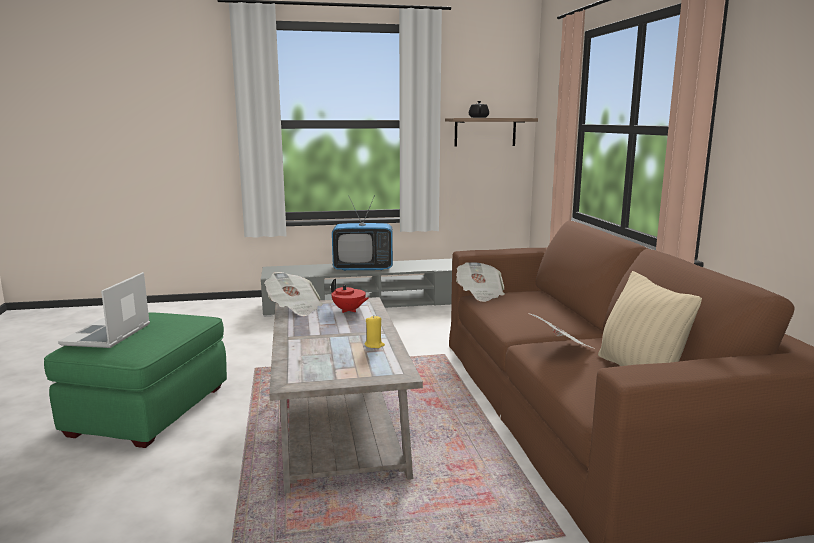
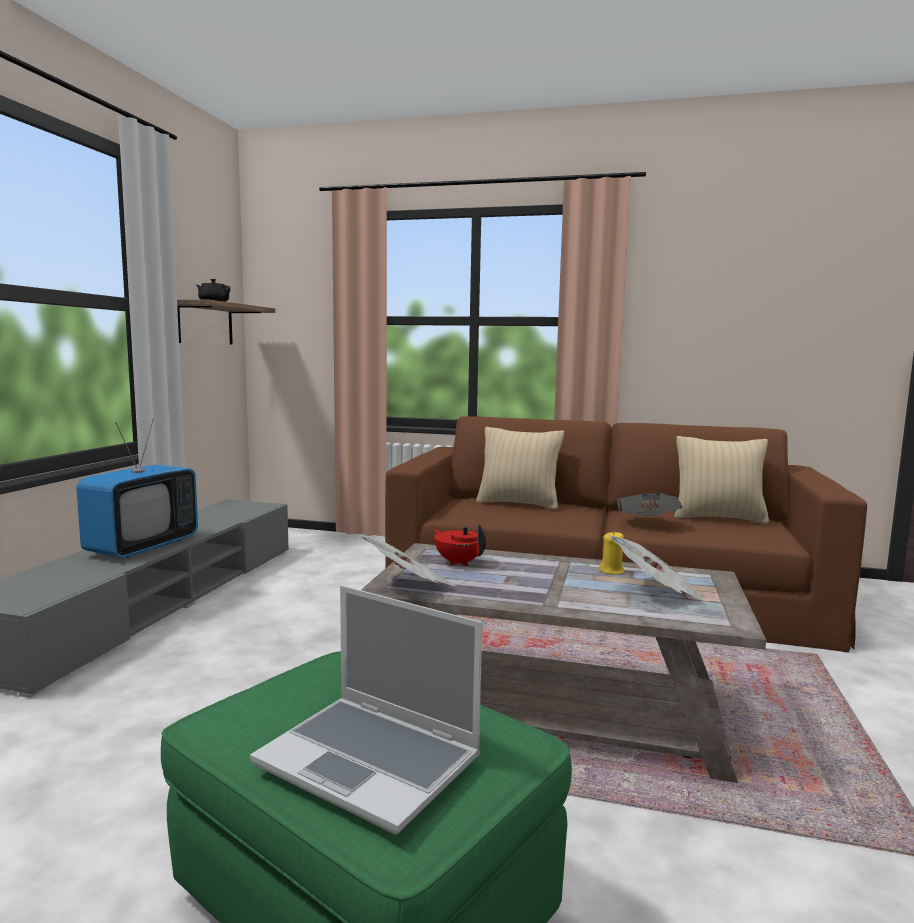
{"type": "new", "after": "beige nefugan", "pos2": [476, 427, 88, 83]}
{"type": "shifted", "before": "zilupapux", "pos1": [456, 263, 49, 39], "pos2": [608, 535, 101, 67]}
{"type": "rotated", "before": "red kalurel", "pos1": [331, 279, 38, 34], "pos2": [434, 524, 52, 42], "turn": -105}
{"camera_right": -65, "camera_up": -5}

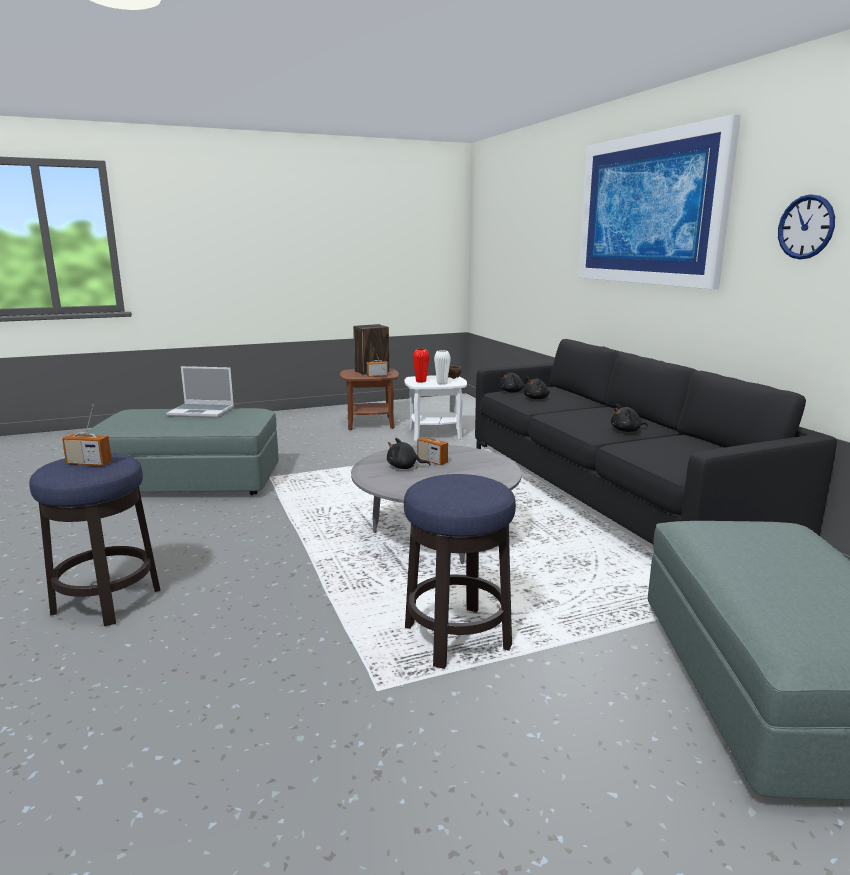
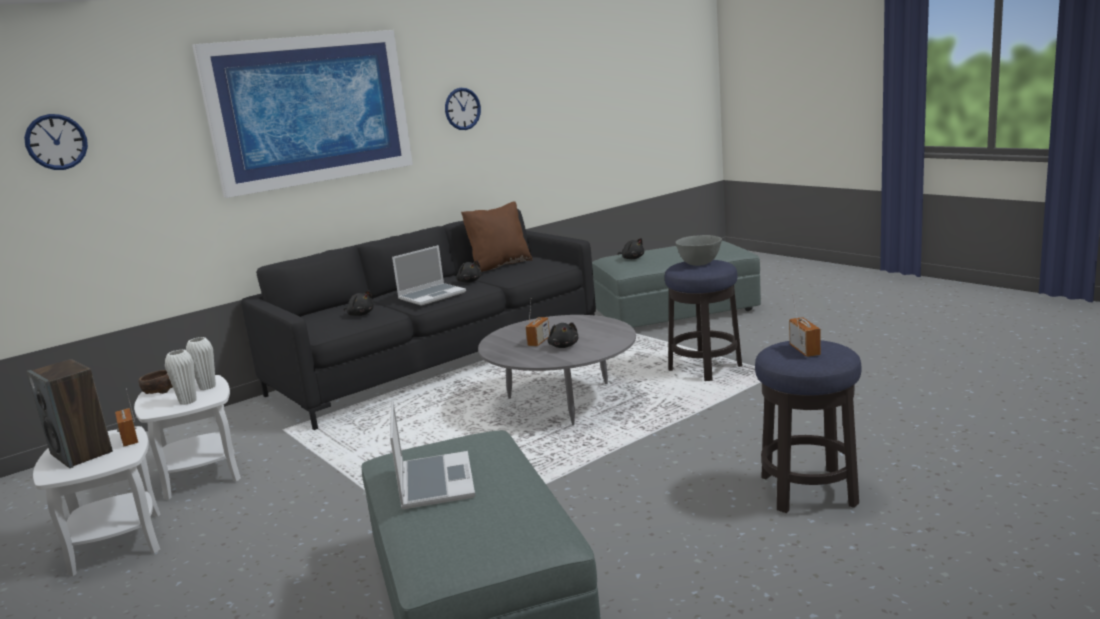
{"type": "new", "after": "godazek", "pos2": [24, 114, 64, 56]}
{"type": "new", "after": "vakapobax", "pos2": [392, 245, 74, 61]}
{"type": "new", "after": "brown nefugan", "pos2": [461, 201, 72, 71]}
{"type": "new", "after": "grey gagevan", "pos2": [675, 235, 47, 31]}
{"type": "shifted", "before": "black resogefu", "pos1": [500, 371, 25, 21], "pos2": [618, 238, 26, 21]}
{"type": "repainted", "before": "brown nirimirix", "after": "white nirimirix", "pos1": [340, 369, 59, 61], "pos2": [33, 426, 128, 151]}
{"type": "repainted", "before": "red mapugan", "after": "white mapugan", "pos1": [413, 349, 16, 34], "pos2": [165, 350, 32, 55]}
{"camera_right": -105, "camera_up": 0}

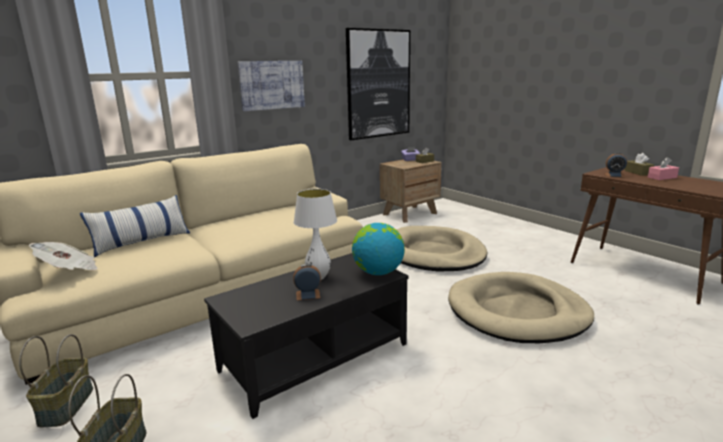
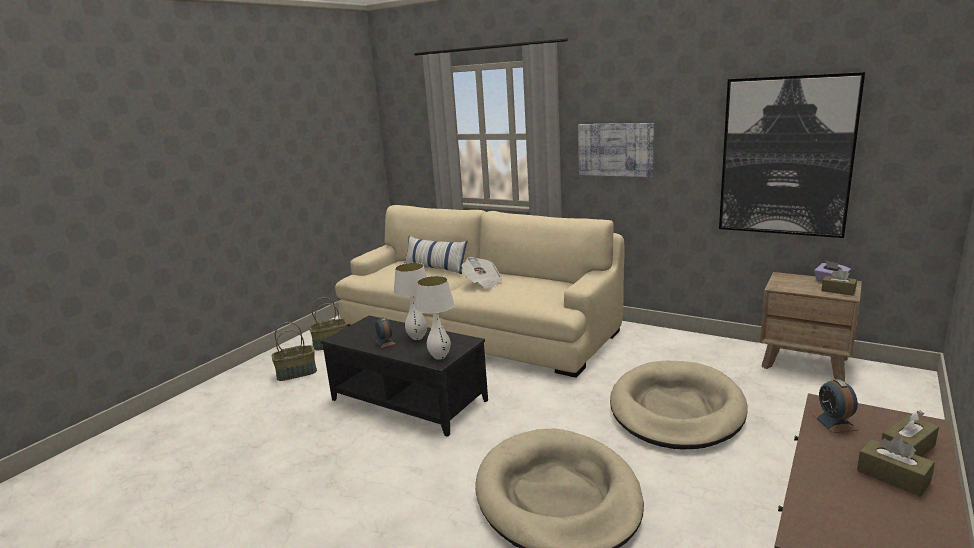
{"type": "shifted", "before": "zilupapux", "pos1": [29, 242, 68, 28], "pos2": [462, 257, 40, 32]}
{"type": "swapped", "before": "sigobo", "after": "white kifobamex", "pos1": [352, 223, 53, 52], "pos2": [415, 276, 40, 84]}
{"type": "repainted", "before": "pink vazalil", "after": "brown vazalil", "pos1": [648, 157, 31, 23], "pos2": [857, 436, 78, 60]}
{"camera_right": 70, "camera_up": 0}

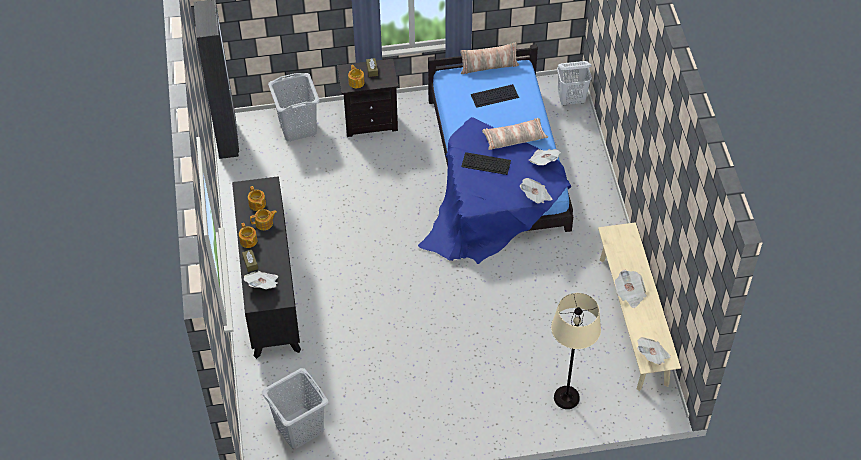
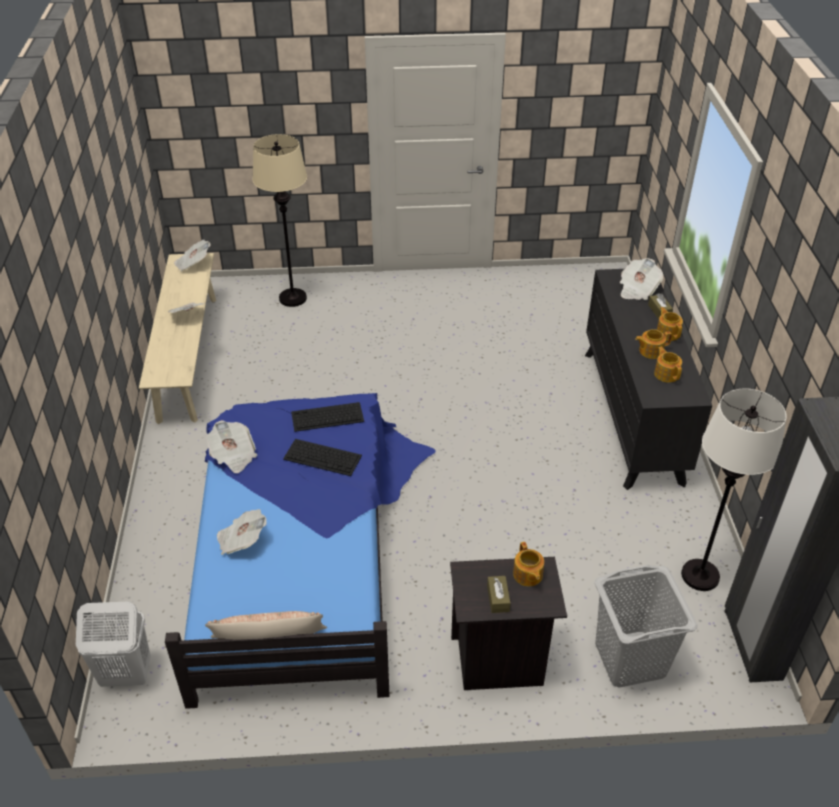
{"type": "gone", "before": "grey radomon", "pos1": [262, 368, 66, 81]}
{"type": "gone", "before": "nefugan", "pos1": [482, 118, 66, 32]}
{"type": "new", "after": "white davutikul", "pos2": [681, 389, 106, 202]}
{"type": "shifted", "before": "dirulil", "pos1": [471, 84, 48, 24], "pos2": [291, 402, 73, 30]}
{"type": "shifted", "before": "zilupapux", "pos1": [520, 178, 32, 26], "pos2": [217, 509, 50, 46]}
{"camera_right": -175, "camera_up": -10}

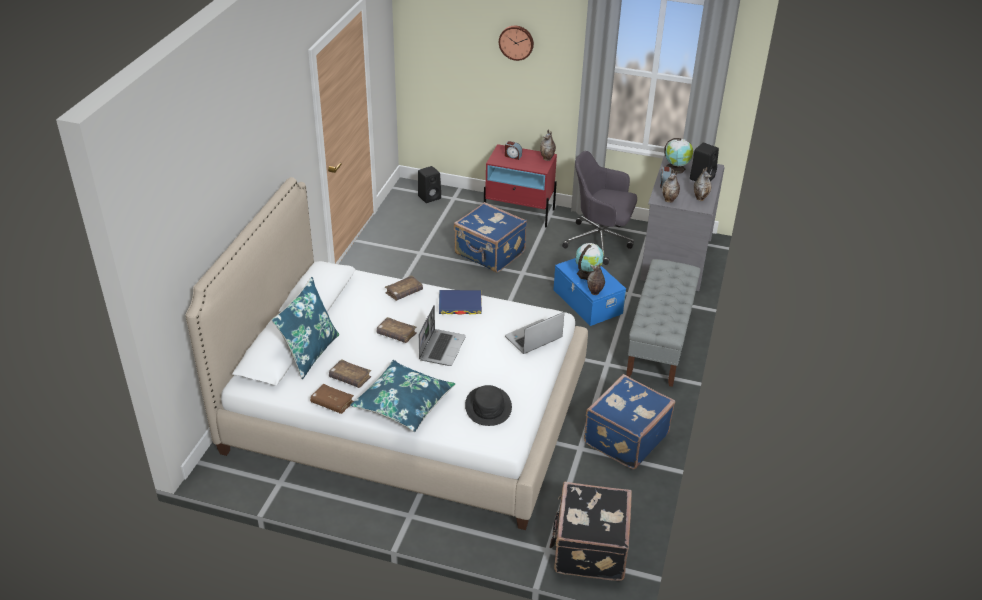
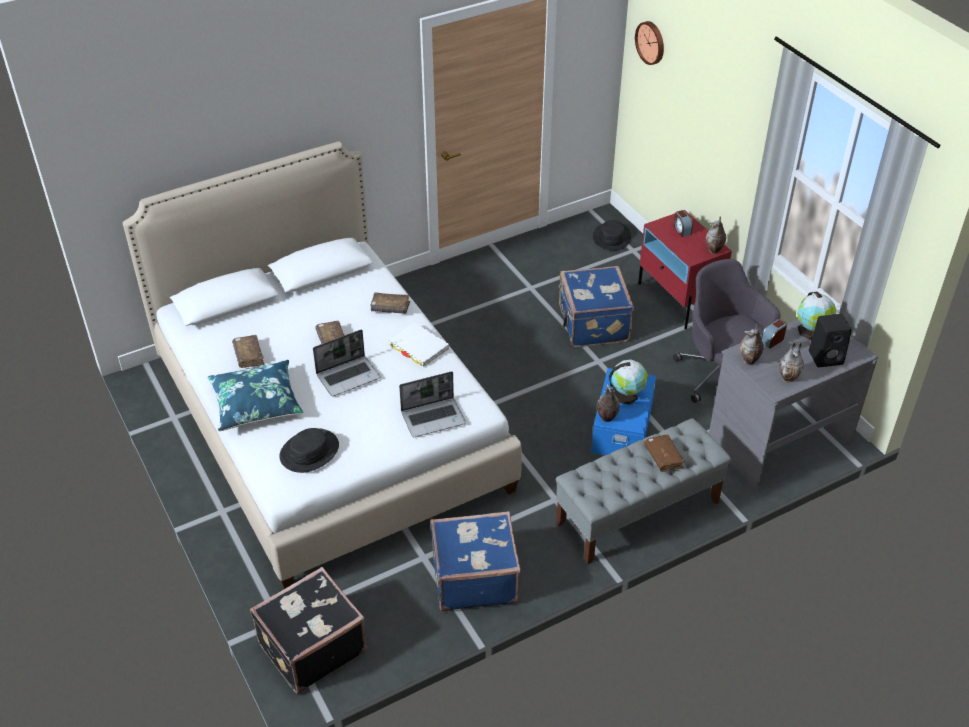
{"type": "gone", "before": "blue nefugan", "pos1": [272, 277, 67, 102]}
{"type": "shifted", "before": "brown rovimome", "pos1": [310, 384, 44, 30], "pos2": [644, 434, 41, 38]}
{"type": "shifted", "before": "godazek", "pos1": [499, 26, 35, 35], "pos2": [635, 21, 29, 44]}
{"type": "swapped", "before": "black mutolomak", "after": "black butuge", "pos1": [418, 166, 23, 37], "pos2": [593, 220, 38, 30]}
{"type": "repainted", "before": "blue rovimome", "after": "white rovimome", "pos1": [439, 290, 43, 25], "pos2": [389, 323, 60, 44]}
{"type": "rotated", "before": "vakapobax", "pos1": [505, 312, 59, 42], "pos2": [399, 371, 67, 66], "turn": 150}
{"camera_right": 45, "camera_up": 5}

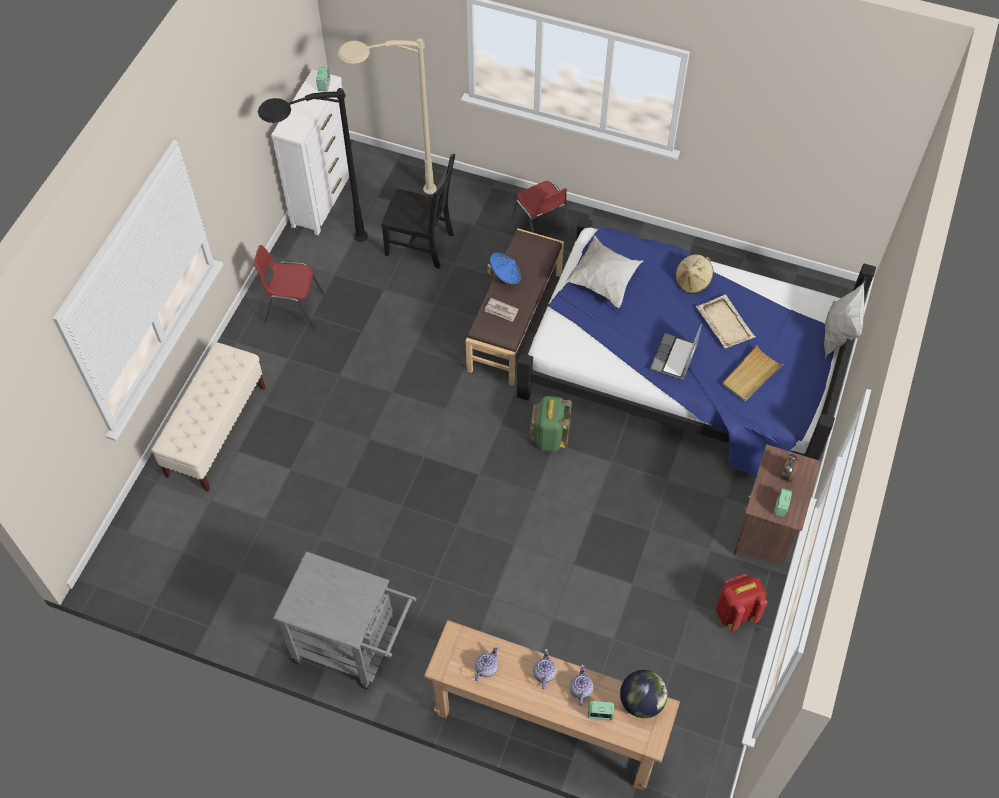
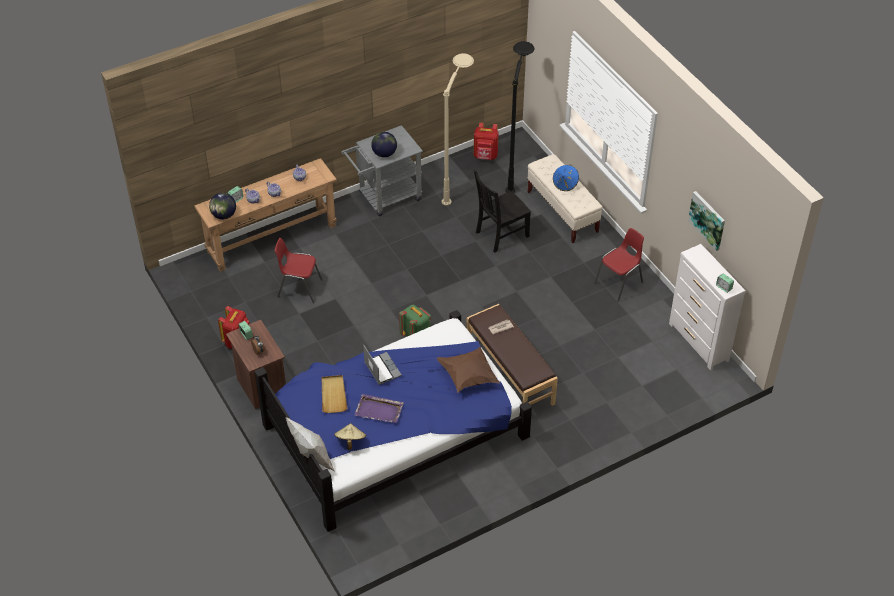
{"type": "new", "after": "sigobo", "pos2": [371, 132, 26, 26]}
{"type": "new", "after": "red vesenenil", "pos2": [474, 123, 25, 37]}
{"type": "new", "after": "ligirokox", "pos2": [688, 191, 37, 60]}
{"type": "shifted", "before": "black davutikul", "pos1": [258, 88, 110, 154], "pos2": [506, 41, 28, 152]}
{"type": "shifted", "before": "beige davutikul", "pos1": [338, 38, 99, 156], "pos2": [442, 53, 32, 153]}
{"type": "shifted", "before": "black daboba", "pos1": [381, 154, 74, 115], "pos2": [474, 170, 57, 83]}
{"type": "shifted", "before": "blue butuge", "pos1": [487, 252, 34, 33], "pos2": [553, 164, 26, 27]}
{"type": "shifted", "before": "red daboba", "pos1": [510, 181, 61, 59], "pos2": [275, 238, 47, 65]}
{"type": "shifted", "before": "beige butuge", "pos1": [675, 254, 38, 40], "pos2": [334, 423, 32, 27]}
{"type": "repainted", "before": "white nefugan", "after": "brown nefugan", "pos1": [565, 236, 78, 72], "pos2": [437, 347, 63, 46]}
{"type": "repainted", "before": "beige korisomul", "after": "purple korisomul", "pos1": [696, 294, 60, 55], "pos2": [354, 394, 50, 29]}
{"camera_right": 130, "camera_up": -10}

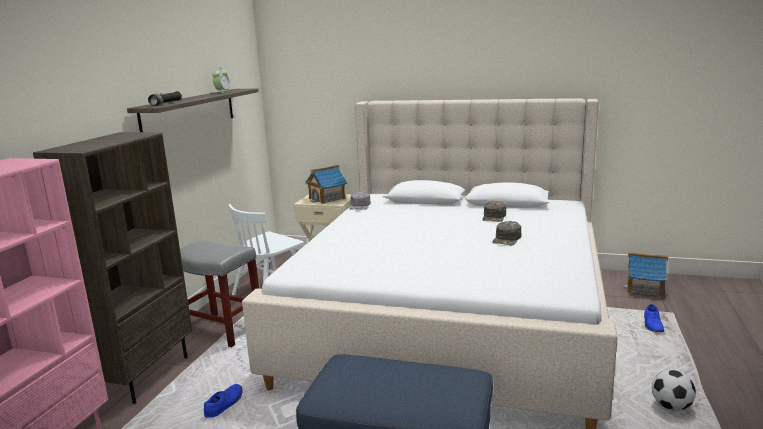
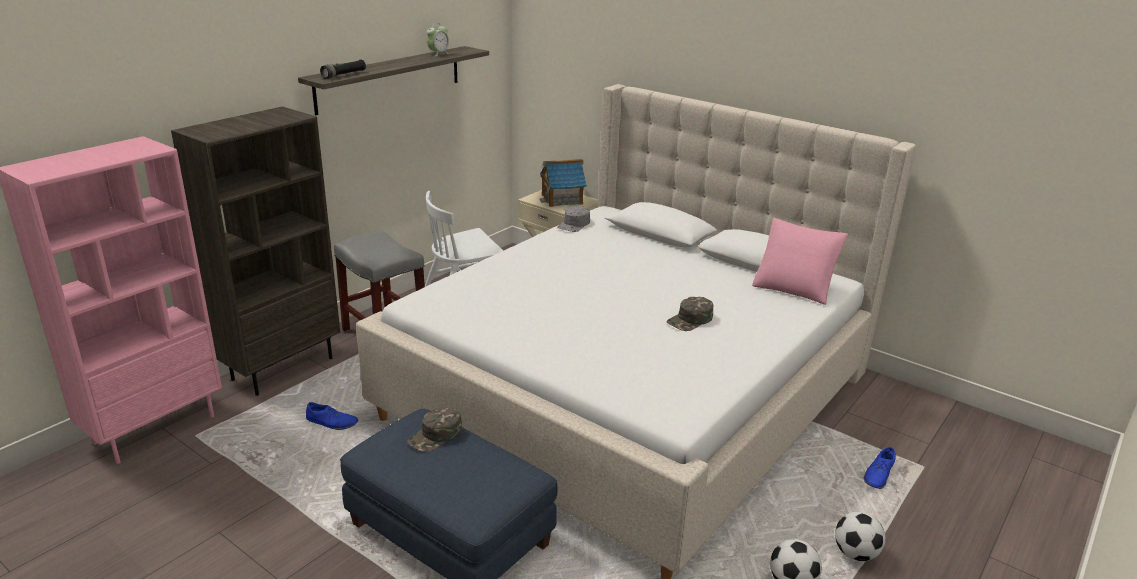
{"type": "gone", "before": "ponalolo", "pos1": [623, 252, 45, 45]}
{"type": "new", "after": "pink nefugan", "pos2": [752, 218, 96, 87]}
{"type": "new", "after": "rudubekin", "pos2": [835, 512, 51, 49]}
{"type": "shifted", "before": "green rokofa", "pos1": [482, 201, 24, 21], "pos2": [407, 407, 55, 45]}
{"type": "rotated", "before": "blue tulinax", "pos1": [204, 384, 39, 34], "pos2": [306, 402, 52, 28], "turn": 60}
{"camera_right": 20, "camera_up": 10}

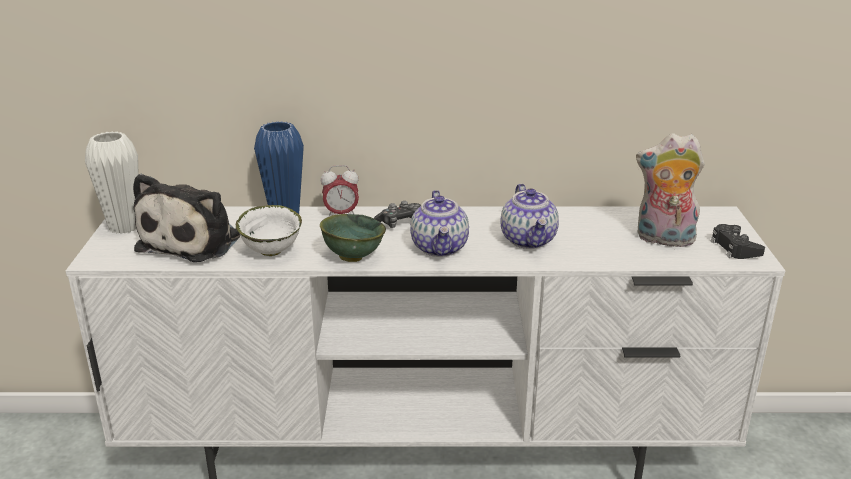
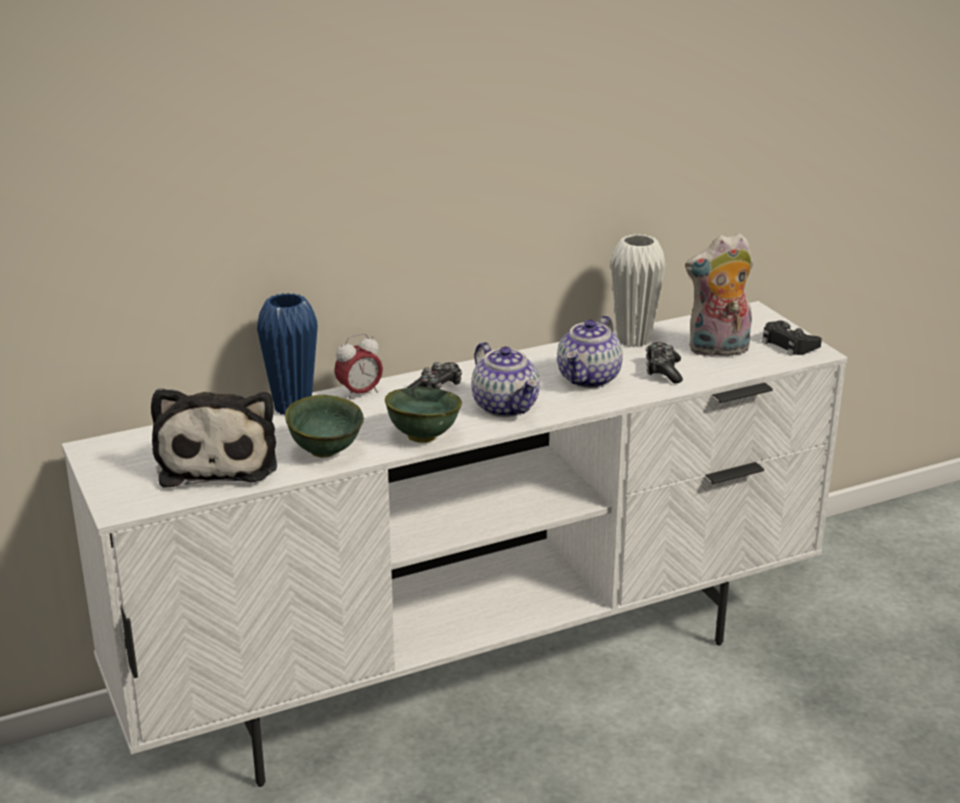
{"type": "new", "after": "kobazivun", "pos2": [646, 342, 37, 42]}
{"type": "shifted", "before": "white mapugan", "pos1": [85, 131, 54, 103], "pos2": [610, 234, 56, 113]}
{"type": "repainted", "before": "white gagevan", "after": "green gagevan", "pos1": [236, 205, 66, 51], "pos2": [285, 395, 79, 63]}
{"type": "rotated", "before": "kalurel", "pos1": [501, 184, 58, 65], "pos2": [557, 315, 66, 73], "turn": 60}
{"camera_right": -25, "camera_up": 0}

